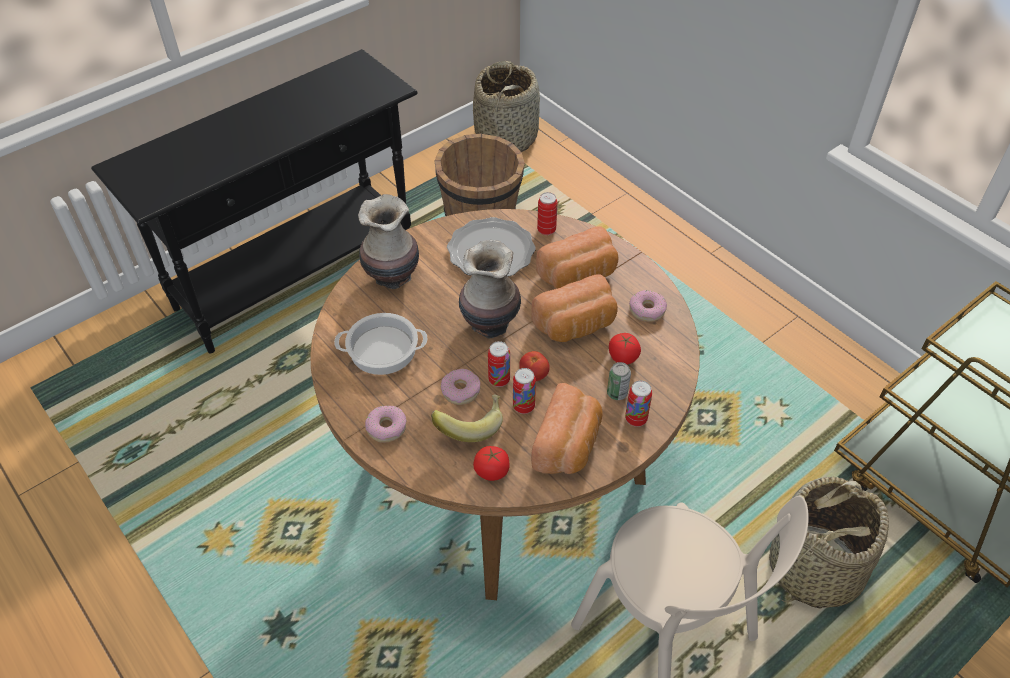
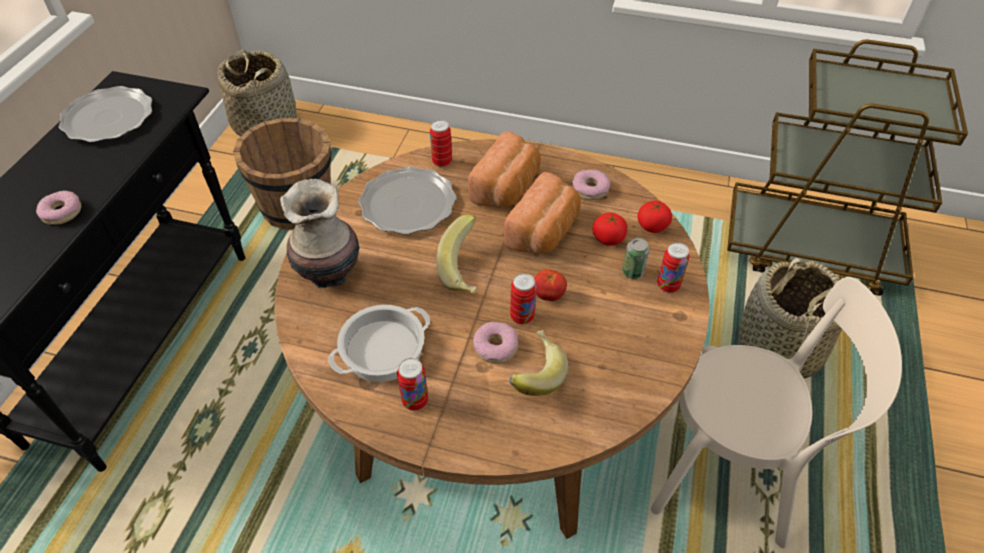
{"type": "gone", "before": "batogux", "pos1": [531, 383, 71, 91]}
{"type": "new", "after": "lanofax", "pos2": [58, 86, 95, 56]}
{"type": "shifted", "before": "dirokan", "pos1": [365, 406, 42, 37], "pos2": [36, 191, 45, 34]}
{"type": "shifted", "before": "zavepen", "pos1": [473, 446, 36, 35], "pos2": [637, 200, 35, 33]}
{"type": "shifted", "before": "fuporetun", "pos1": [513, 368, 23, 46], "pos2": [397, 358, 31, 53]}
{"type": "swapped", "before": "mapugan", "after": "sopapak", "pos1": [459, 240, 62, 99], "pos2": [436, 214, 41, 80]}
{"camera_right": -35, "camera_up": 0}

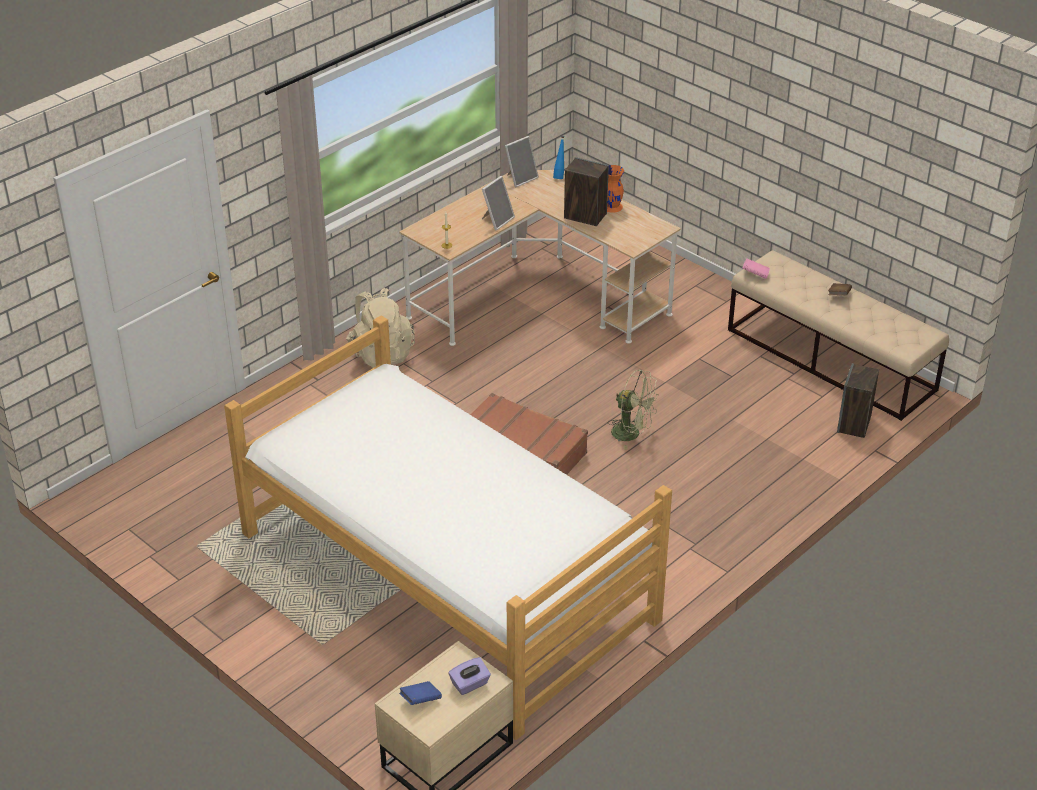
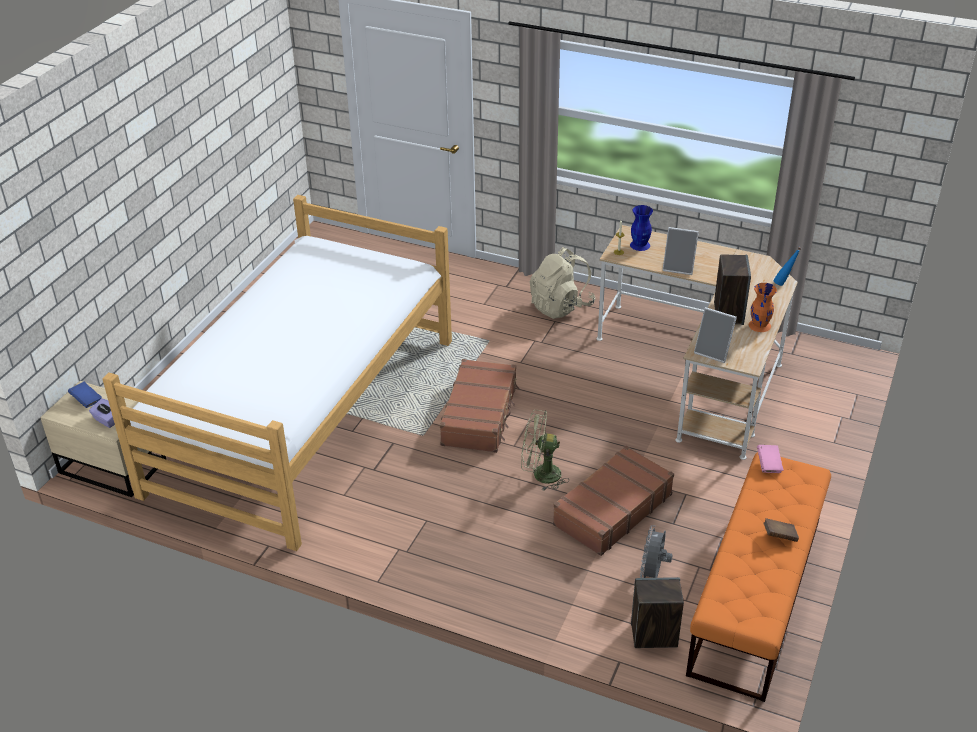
{"type": "new", "after": "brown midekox", "pos2": [553, 446, 121, 110]}
{"type": "new", "after": "blue mapugan", "pos2": [630, 205, 23, 46]}
{"type": "new", "after": "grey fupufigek", "pos2": [640, 525, 33, 53]}
{"type": "shifted", "before": "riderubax", "pos1": [505, 136, 34, 51], "pos2": [694, 307, 43, 56]}
{"type": "repainted", "before": "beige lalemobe", "after": "orange lalemobe", "pos1": [728, 250, 221, 171], "pos2": [686, 452, 145, 250]}
{"type": "rotated", "before": "green fupufigek", "pos1": [607, 370, 52, 80], "pos2": [521, 410, 48, 81], "turn": 90}
{"camera_right": 70, "camera_up": 0}

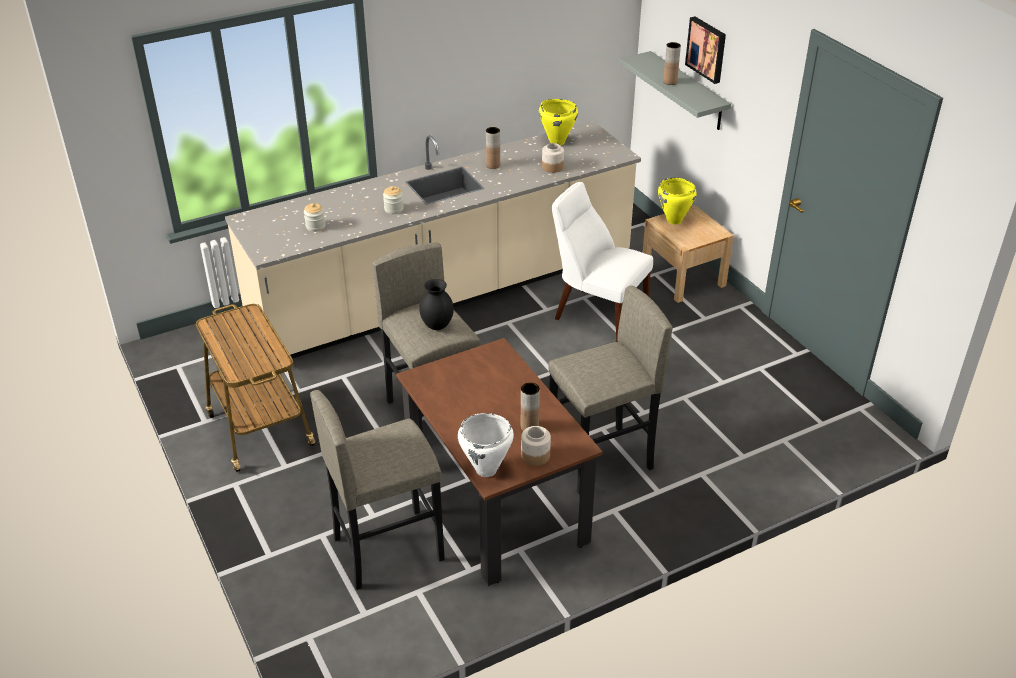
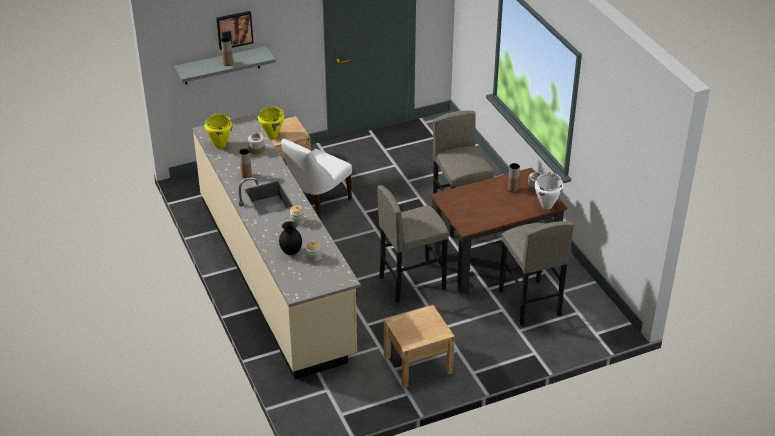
{"type": "shifted", "before": "black mapugan", "pos1": [419, 279, 35, 51], "pos2": [279, 221, 23, 34]}
{"type": "swapped", "before": "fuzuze", "after": "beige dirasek", "pos1": [196, 304, 120, 168], "pos2": [384, 305, 71, 83]}
{"camera_right": -85, "camera_up": 0}

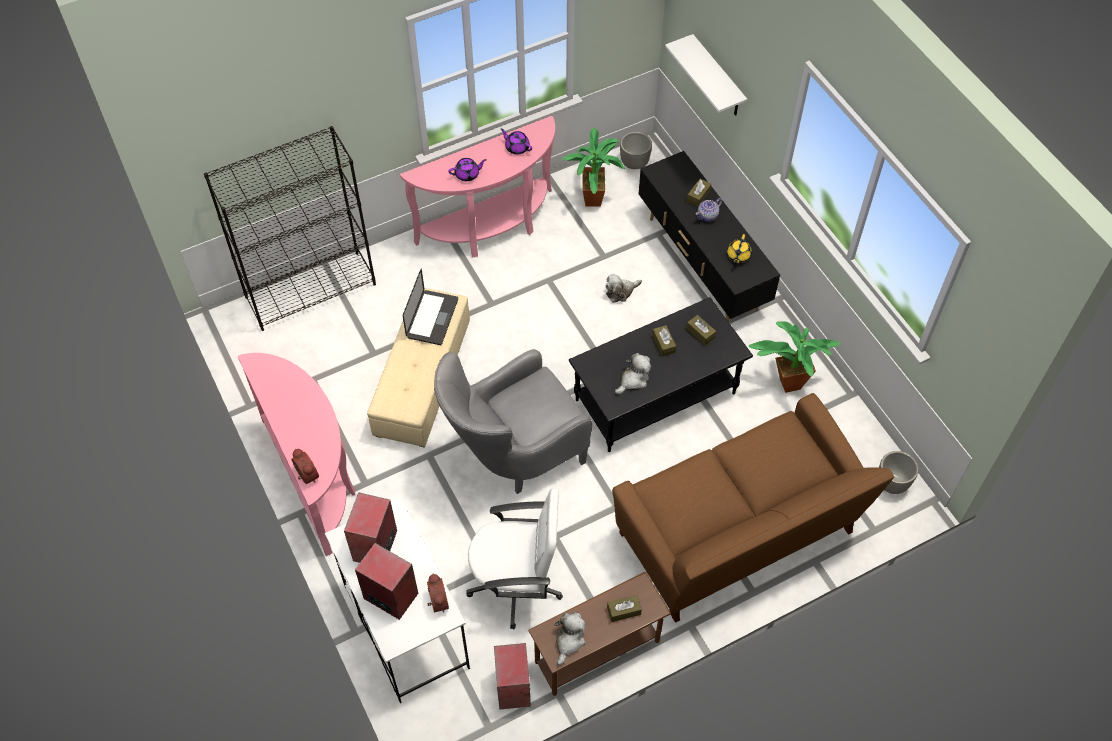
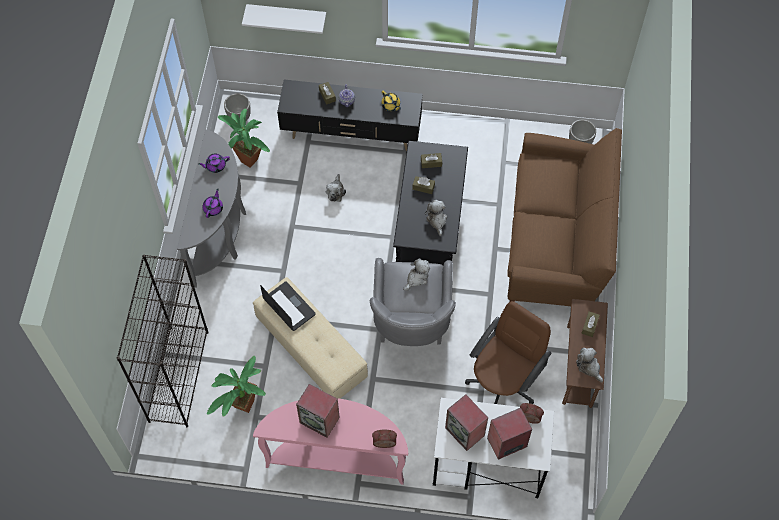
{"type": "new", "after": "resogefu", "pos2": [403, 258, 27, 33]}
{"type": "shifted", "before": "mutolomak", "pos1": [494, 643, 37, 67], "pos2": [296, 384, 44, 54]}
{"type": "shifted", "before": "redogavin", "pos1": [748, 321, 93, 72], "pos2": [207, 356, 59, 60]}
{"type": "repainted", "before": "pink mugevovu", "after": "grey mugevovu", "pos1": [400, 116, 155, 141], "pos2": [177, 130, 69, 158]}
{"type": "repainted", "before": "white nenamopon", "after": "brown nenamopon", "pos1": [467, 488, 96, 142], "pos2": [465, 301, 86, 103]}
{"camera_right": -55, "camera_up": 5}

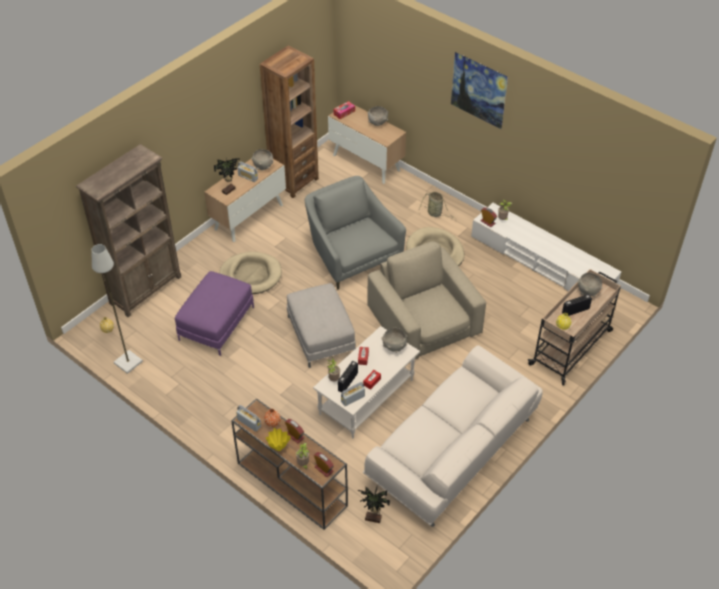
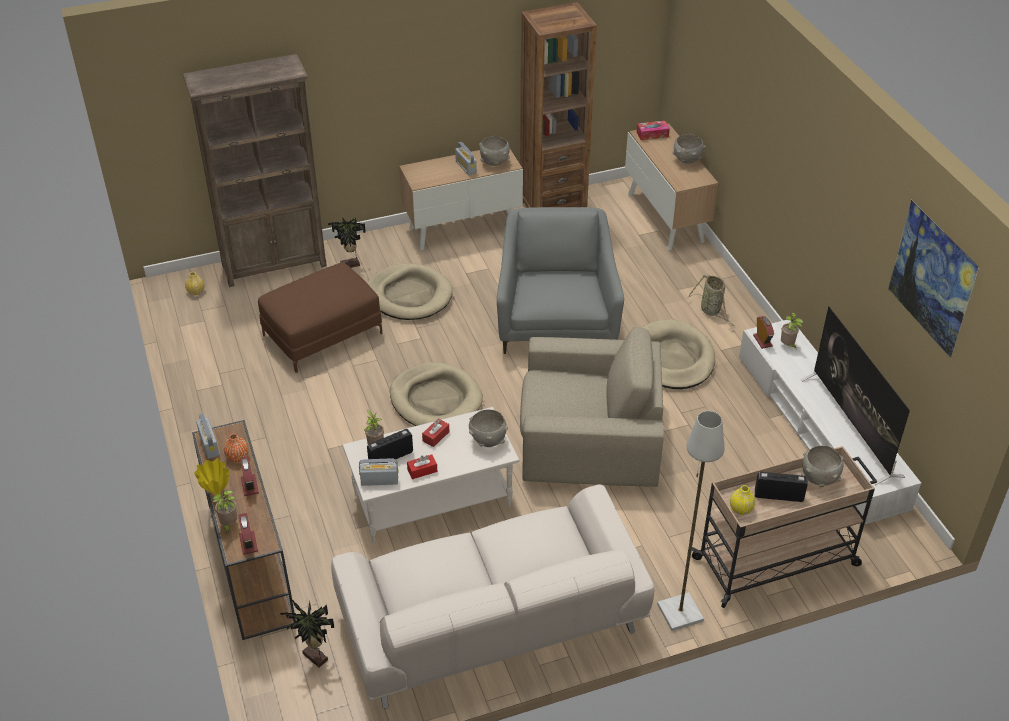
{"type": "new", "after": "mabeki", "pos2": [801, 306, 109, 179]}
{"type": "shifted", "before": "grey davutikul", "pos1": [92, 244, 51, 130], "pos2": [657, 411, 68, 220]}
{"type": "shifted", "before": "redogavin", "pos1": [214, 157, 26, 38], "pos2": [328, 217, 38, 51]}
{"type": "shifted", "before": "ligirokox", "pos1": [451, 52, 57, 77], "pos2": [888, 200, 92, 158]}
{"type": "swapped", "before": "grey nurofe", "after": "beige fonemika", "pos1": [287, 283, 69, 85], "pos2": [390, 362, 93, 64]}
{"type": "repainted", "before": "purple nurofe", "after": "brown nurofe", "pos1": [175, 271, 79, 85], "pos2": [258, 263, 124, 110]}
{"type": "rotated", "before": "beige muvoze", "pos1": [367, 241, 119, 118], "pos2": [520, 327, 144, 160], "turn": 90}
{"camera_right": 30, "camera_up": -5}

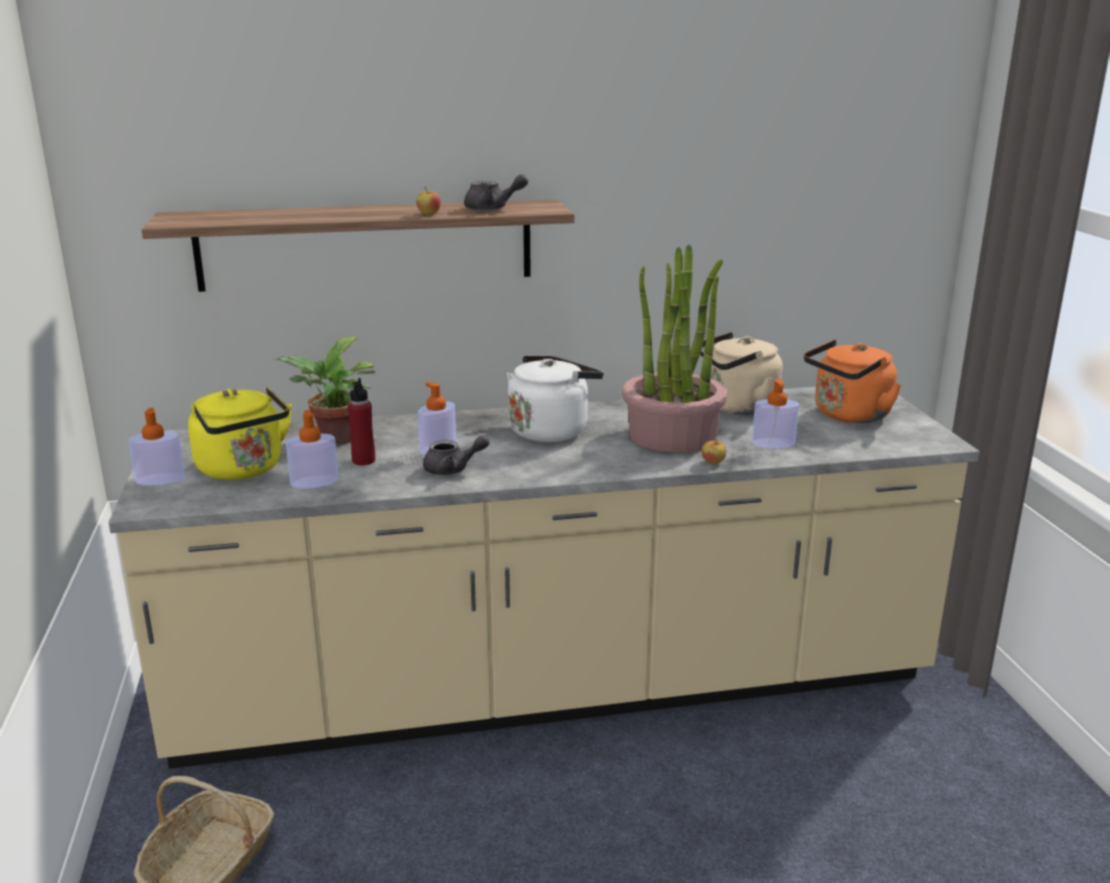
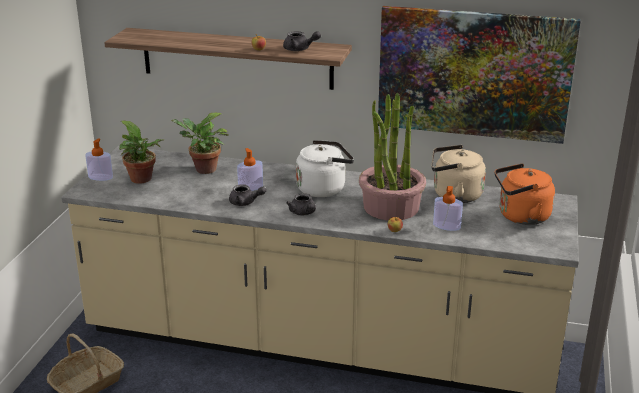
{"type": "gone", "before": "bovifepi", "pos1": [286, 410, 52, 79]}
{"type": "gone", "before": "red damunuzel", "pos1": [348, 378, 27, 88]}
{"type": "new", "after": "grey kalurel", "pos2": [286, 193, 30, 22]}
{"type": "new", "after": "ligirokox", "pos2": [378, 6, 203, 138]}
{"type": "swapped", "before": "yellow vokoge", "after": "redogavin", "pos1": [188, 387, 104, 93], "pos2": [119, 120, 46, 64]}
{"camera_right": 25, "camera_up": 5}

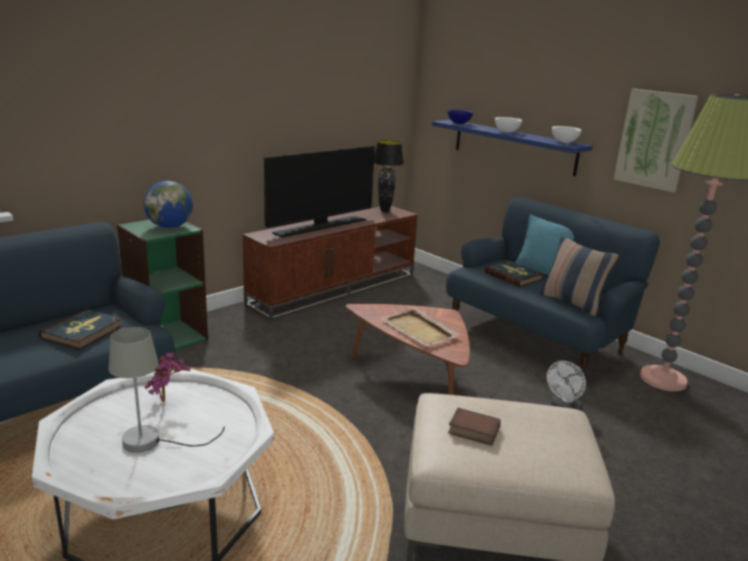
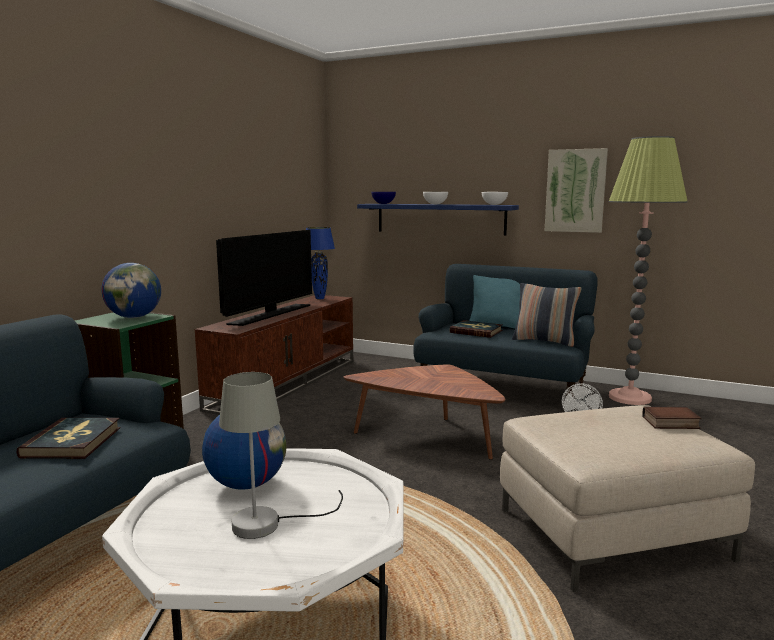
{"type": "gone", "before": "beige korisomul", "pos1": [380, 308, 81, 38]}
{"type": "shifted", "before": "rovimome", "pos1": [448, 408, 52, 38], "pos2": [642, 406, 60, 23]}
{"type": "swapped", "before": "redogavin", "after": "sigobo", "pos1": [145, 352, 45, 50], "pos2": [202, 415, 84, 75]}
{"type": "repainted", "before": "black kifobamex", "after": "blue kifobamex", "pos1": [374, 140, 30, 73], "pos2": [306, 227, 29, 72]}
{"camera_right": -20, "camera_up": -10}

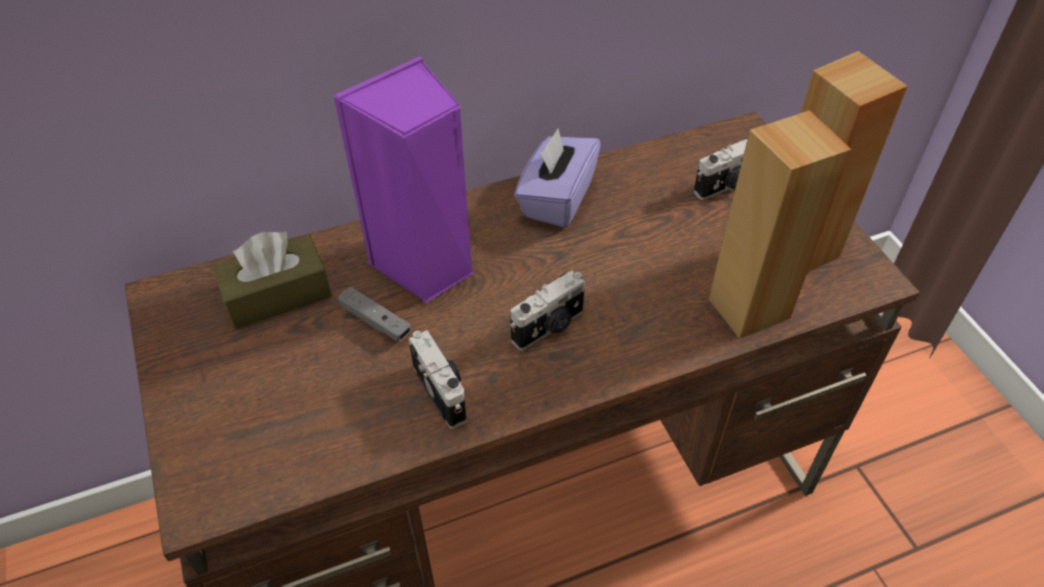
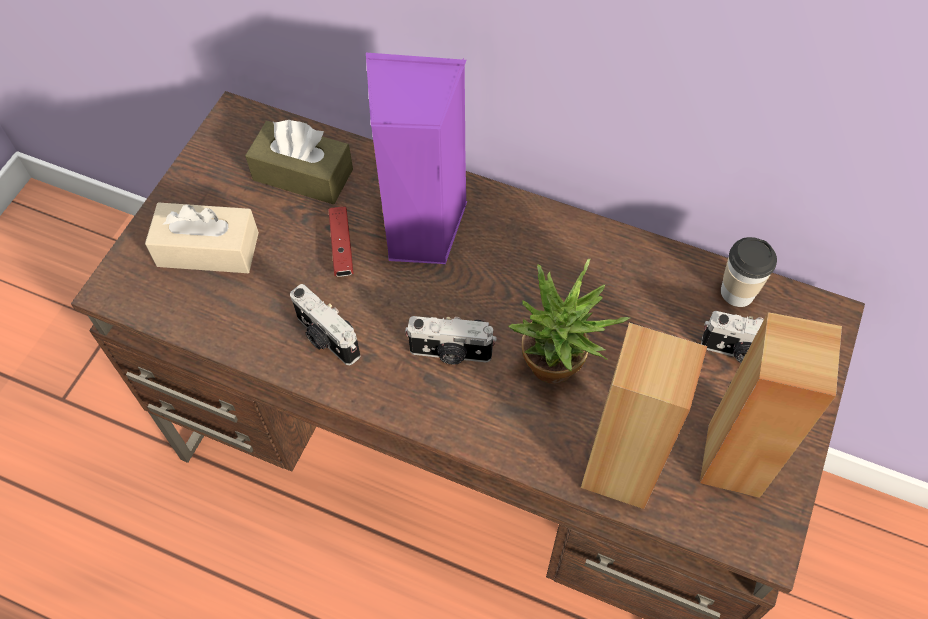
{"type": "gone", "before": "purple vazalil", "pos1": [514, 129, 87, 99]}
{"type": "new", "after": "beige vazalil", "pos2": [145, 202, 114, 71]}
{"type": "new", "after": "redogavin", "pos2": [508, 259, 122, 125]}
{"type": "new", "after": "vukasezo", "pos2": [721, 237, 56, 70]}
{"type": "repainted", "before": "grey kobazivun", "after": "red kobazivun", "pos1": [338, 287, 73, 55], "pos2": [329, 207, 25, 70]}
{"type": "rotated", "before": "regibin", "pos1": [409, 330, 57, 99], "pos2": [290, 284, 70, 81], "turn": 120}
{"camera_right": 45, "camera_up": 10}

